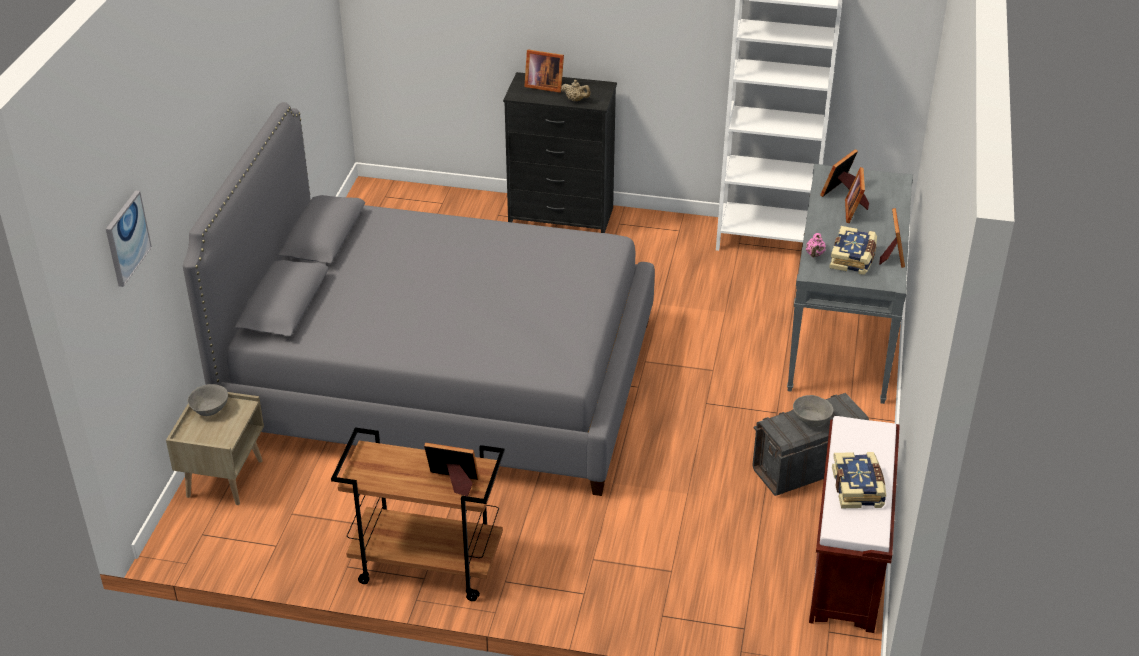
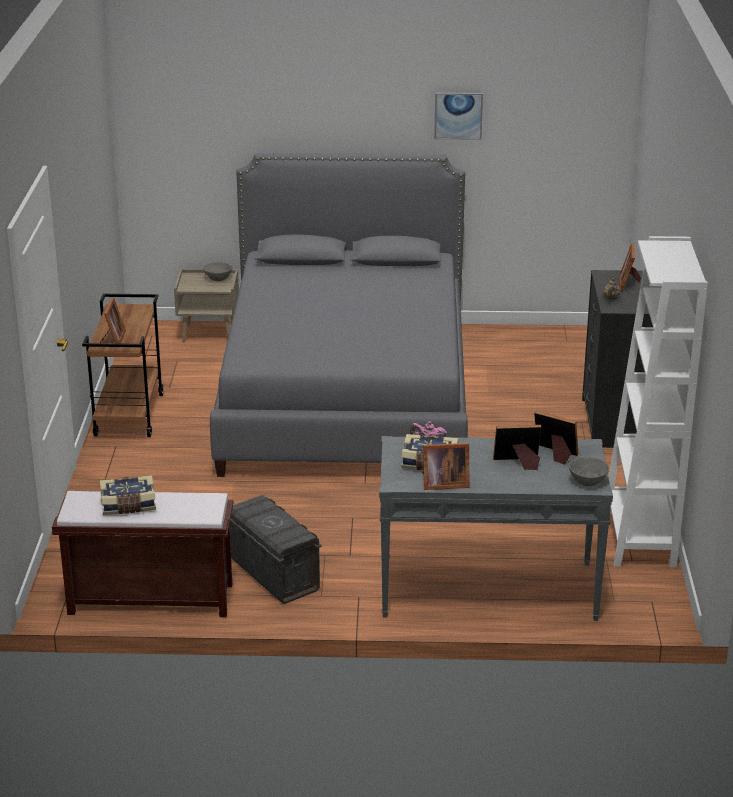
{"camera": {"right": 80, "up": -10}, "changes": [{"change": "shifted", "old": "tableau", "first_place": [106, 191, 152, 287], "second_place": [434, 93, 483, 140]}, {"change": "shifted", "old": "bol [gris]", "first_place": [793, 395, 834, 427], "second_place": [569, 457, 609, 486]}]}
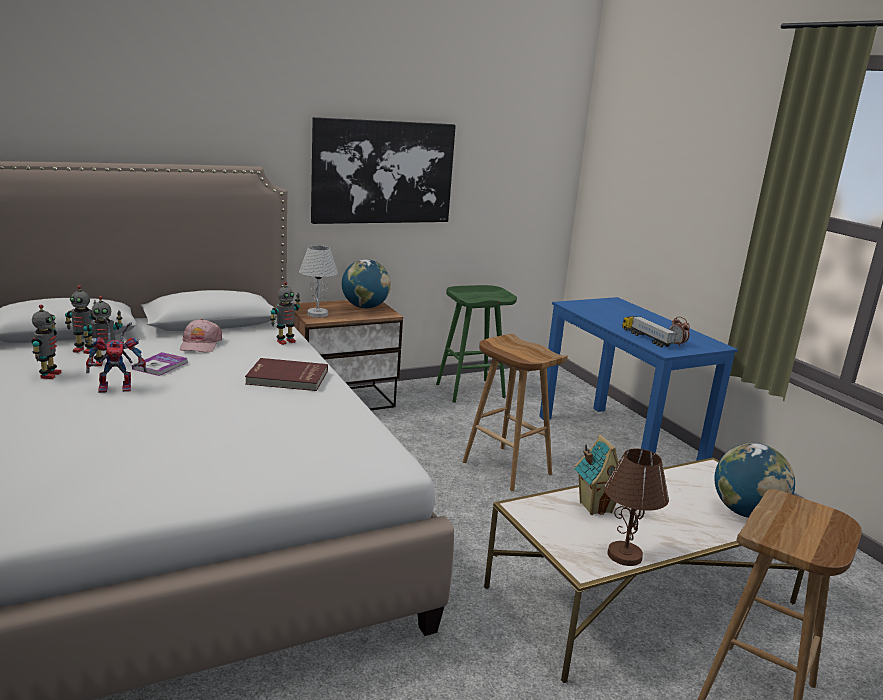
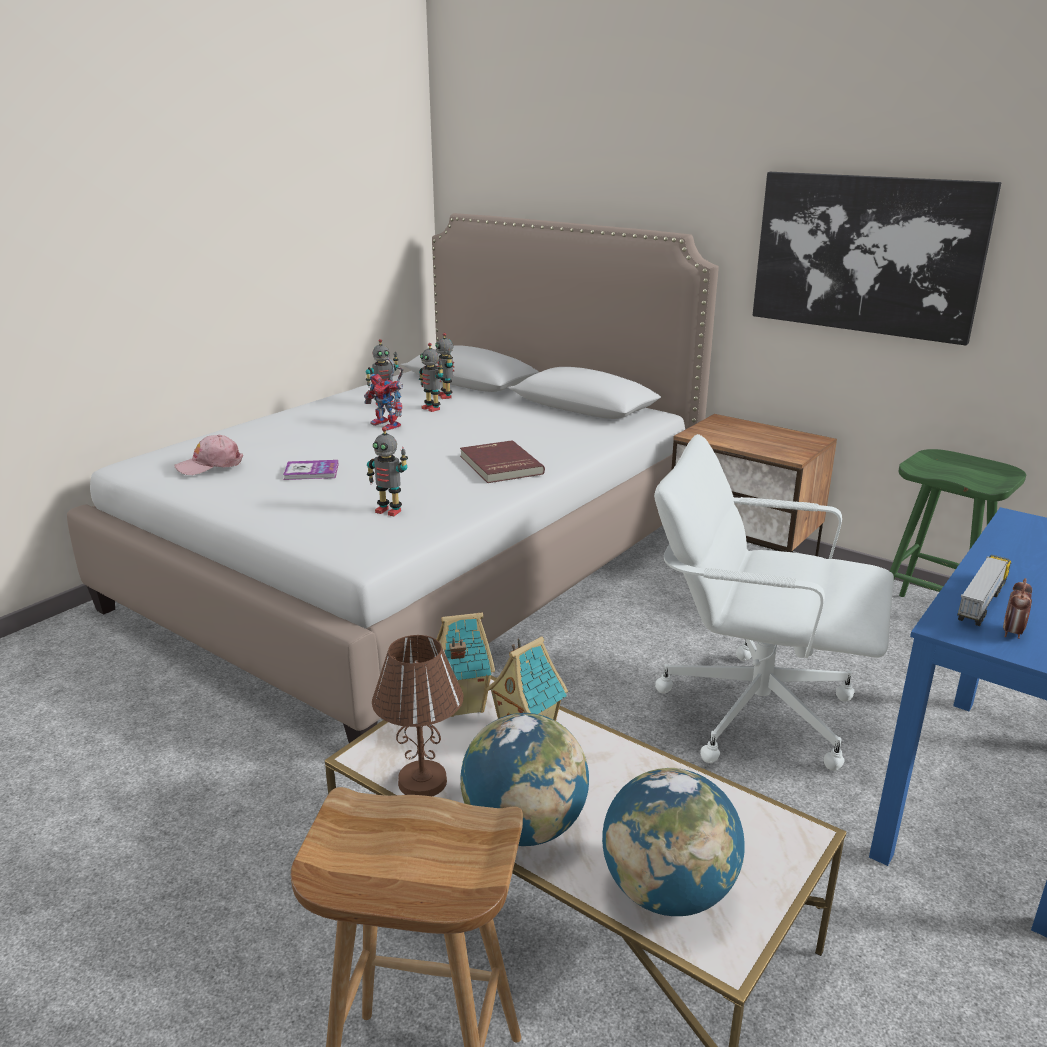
{"camera": {"right": 65, "up": 5}, "changes": [{"change": "gone", "old": "lampe de table [blanc]", "first_place": [299, 245, 338, 317]}, {"change": "new", "new": "maison miniature", "second_place": [436, 612, 495, 717]}, {"change": "shifted", "old": "livre", "first_place": [132, 352, 188, 376], "second_place": [283, 460, 339, 480]}, {"change": "shifted", "old": "casquette [rose]", "first_place": [180, 319, 222, 352], "second_place": [174, 434, 243, 475]}, {"change": "shifted", "old": "robot jouet", "first_place": [270, 281, 300, 345], "second_place": [367, 427, 408, 516]}, {"change": "shifted", "old": "globe", "first_place": [342, 259, 391, 309], "second_place": [460, 713, 589, 846]}, {"change": "swapped", "old": "tabouret [marron]", "new": "chaise de bureau [blanc]", "first_place": [463, 334, 568, 491], "second_place": [654, 434, 894, 771]}]}
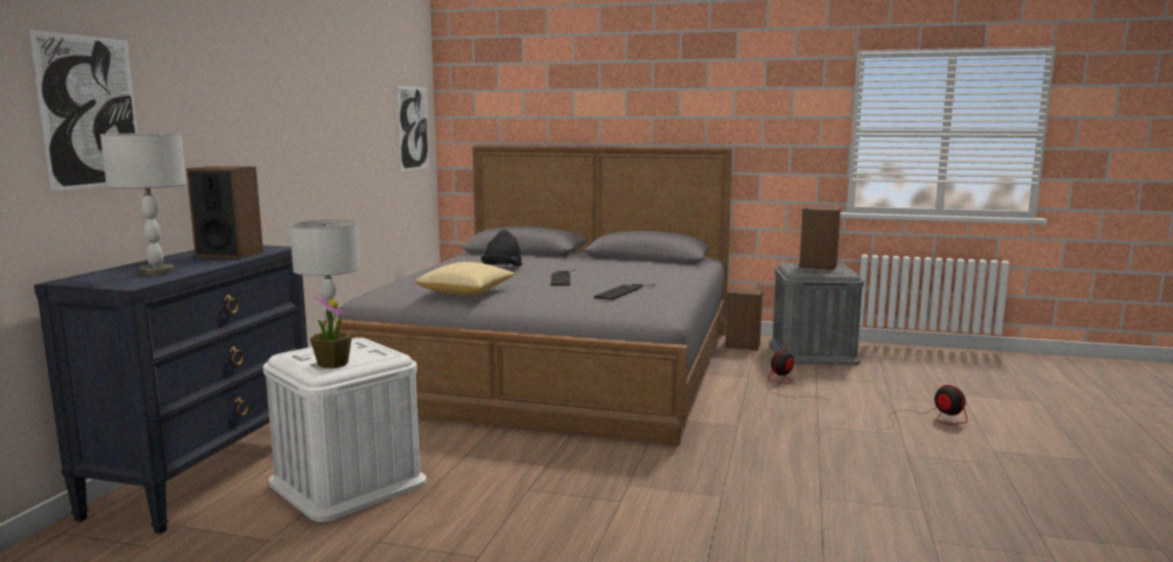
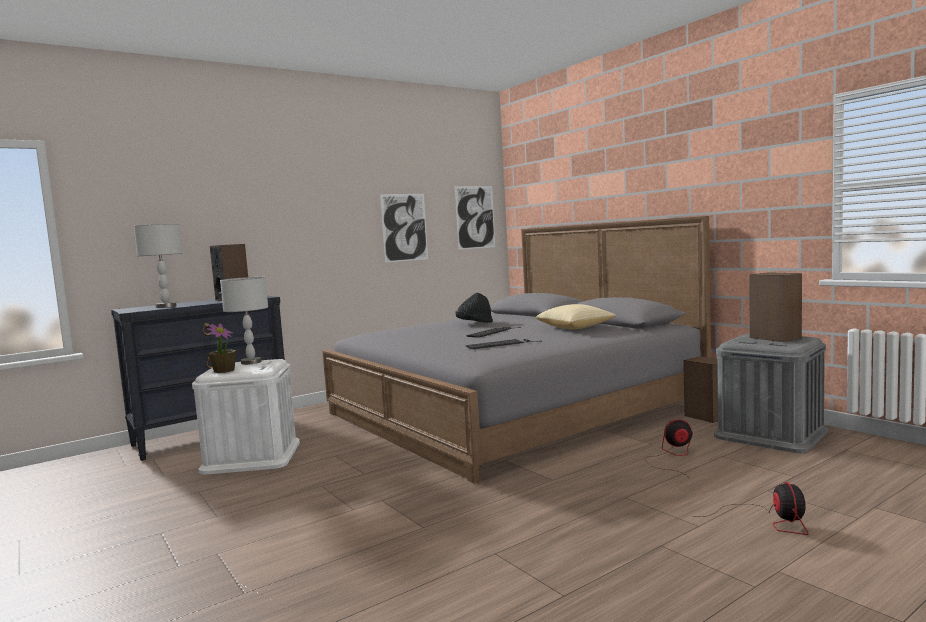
{"camera": {"right": 40, "up": -5}, "changes": [{"change": "shifted", "old": "tableau", "first_place": [29, 30, 137, 191], "second_place": [380, 194, 428, 263]}, {"change": "shifted", "old": "coussin", "first_place": [415, 262, 515, 295], "second_place": [536, 304, 617, 329]}]}
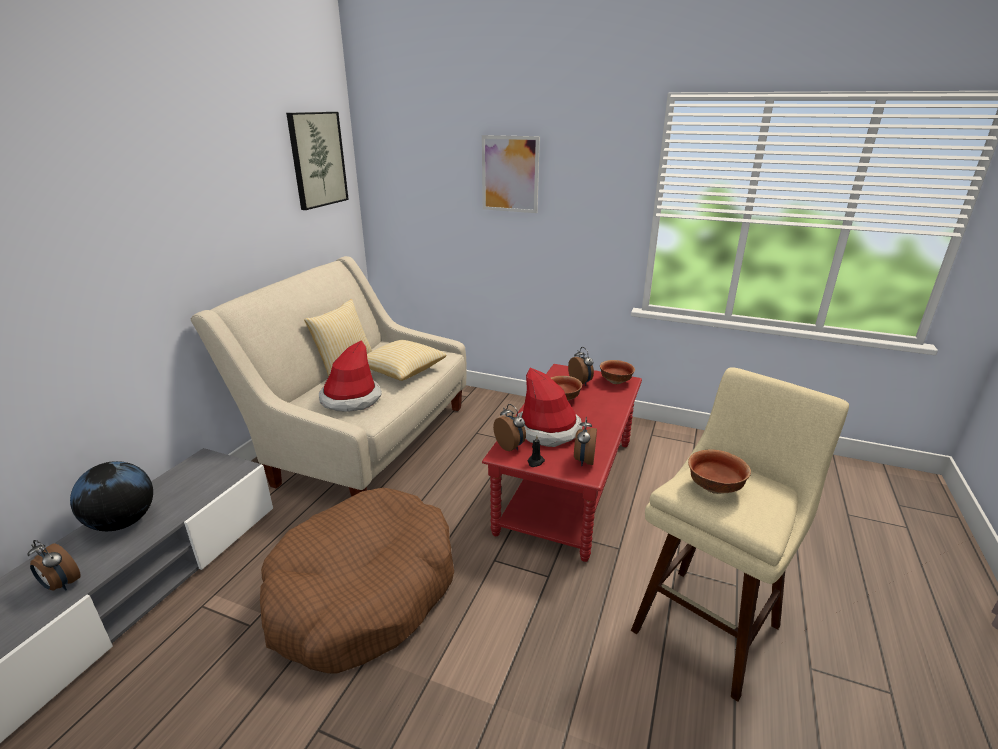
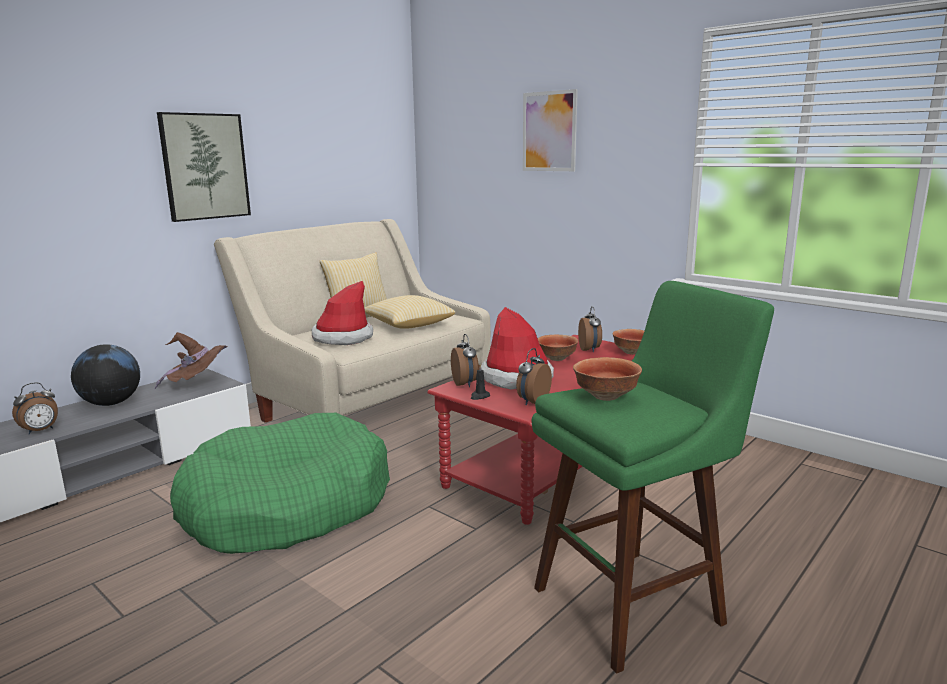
{"camera": {"right": 20, "up": -10}, "changes": [{"change": "new", "new": "chapeau [marron]", "second_place": [154, 332, 227, 390]}, {"change": "shifted", "old": "tableau", "first_place": [286, 112, 349, 210], "second_place": [157, 112, 251, 222]}, {"change": "repainted", "old": "panier pour chien [marron]", "new": "panier pour chien [vert]", "first_place": [260, 488, 454, 673], "second_place": [170, 413, 390, 554]}, {"change": "repainted", "old": "tabouret [beige]", "new": "tabouret [vert]", "first_place": [631, 367, 849, 702], "second_place": [532, 281, 774, 674]}, {"change": "rotated", "old": "réveil", "first_place": [27, 540, 81, 590], "second_place": [12, 382, 58, 434], "degrees": -90}]}
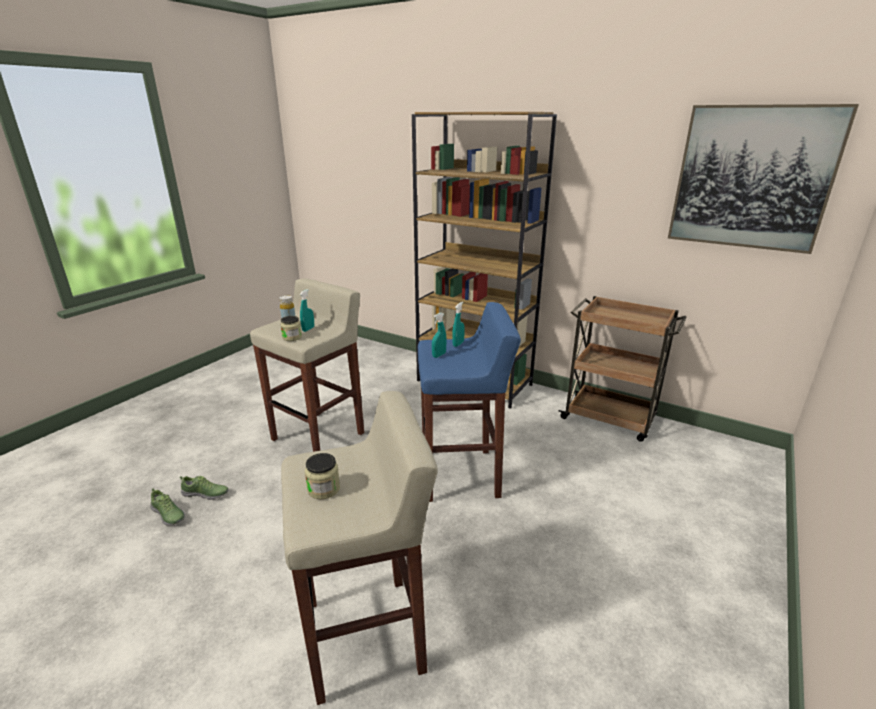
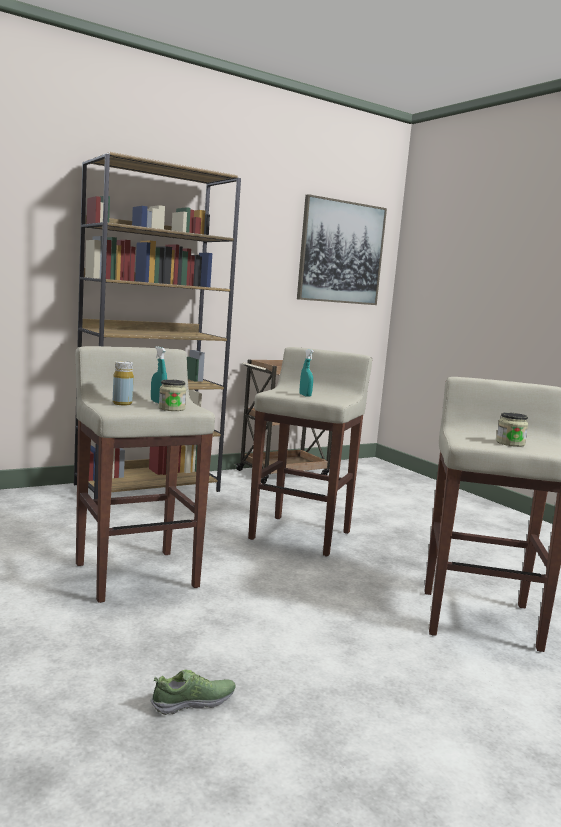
{"camera": {"right": -65, "up": -15}, "changes": [{"change": "gone", "old": "chaussure", "first_place": [179, 476, 228, 500]}, {"change": "gone", "old": "vaporisateur [turquoise]", "first_place": [452, 302, 465, 347]}, {"change": "repainted", "old": "tabouret [bleu]", "new": "tabouret [beige]", "first_place": [418, 302, 521, 502], "second_place": [248, 347, 372, 556]}]}
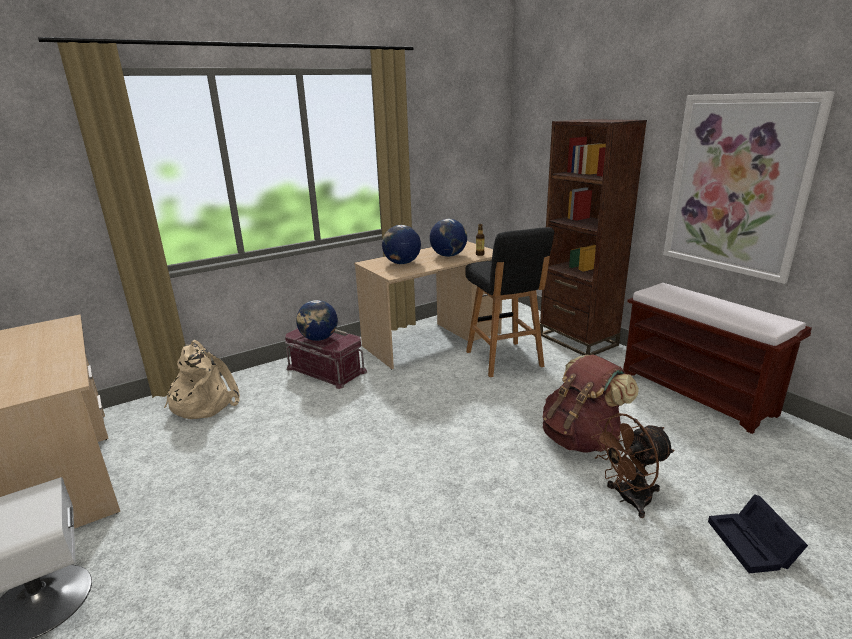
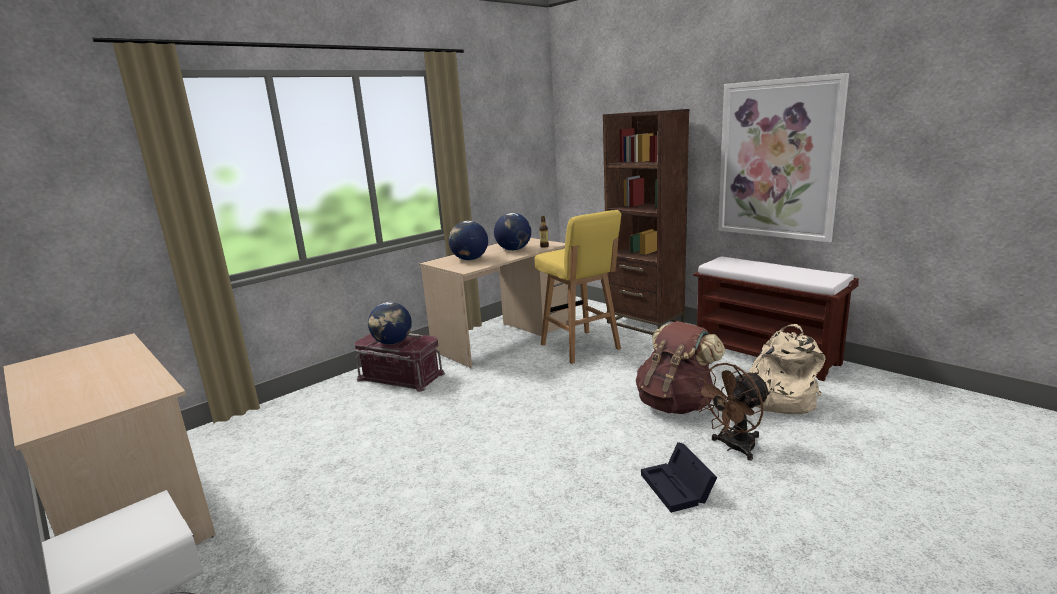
{"camera": {"right": -10, "up": -5}, "changes": [{"change": "shifted", "old": "sac à dos [beige]", "first_place": [164, 340, 240, 419], "second_place": [736, 324, 825, 414]}, {"change": "shifted", "old": "boîte de rangement [noir]", "first_place": [708, 494, 808, 573], "second_place": [641, 442, 717, 513]}, {"change": "repainted", "old": "tabouret [noir]", "new": "tabouret [jaune]", "first_place": [466, 227, 554, 377], "second_place": [535, 210, 621, 364]}]}
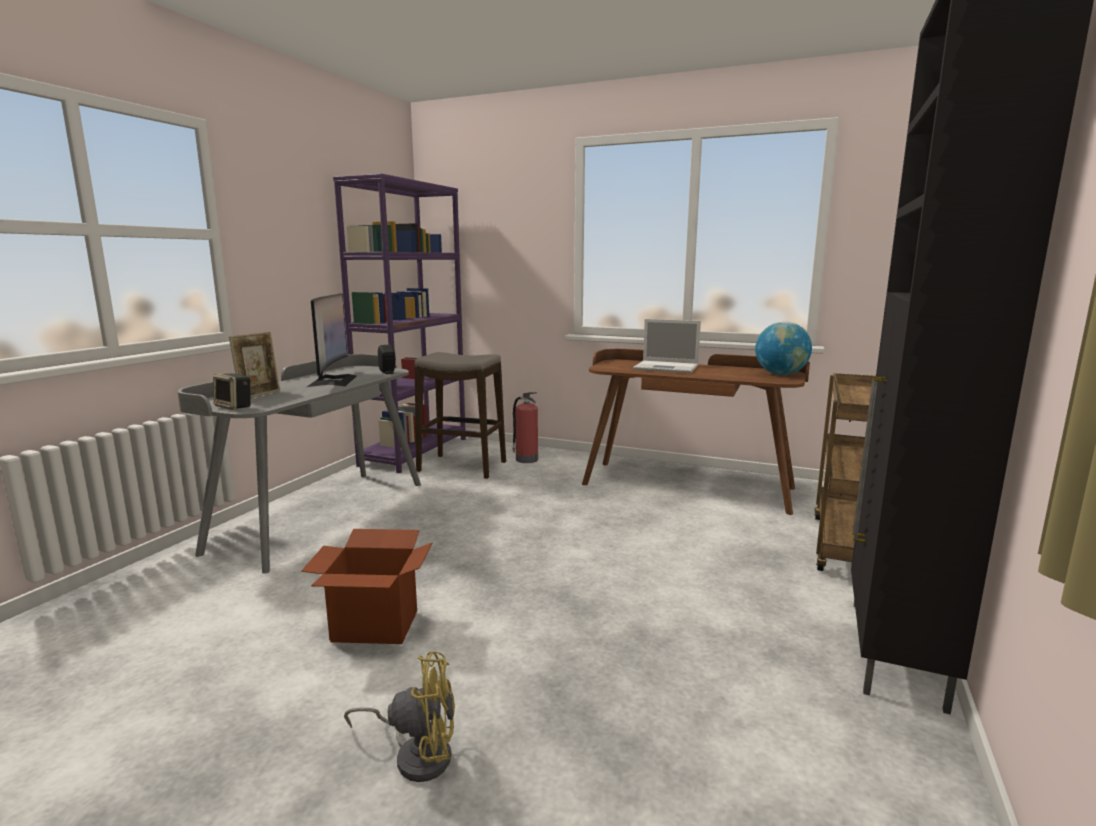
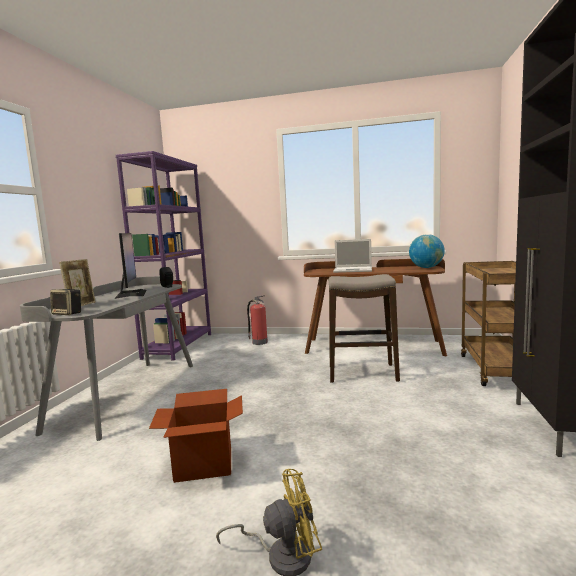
{"camera": {"right": -10, "up": -5}, "changes": [{"change": "shifted", "old": "tabouret", "first_place": [415, 352, 506, 479], "second_place": [329, 274, 400, 383]}]}
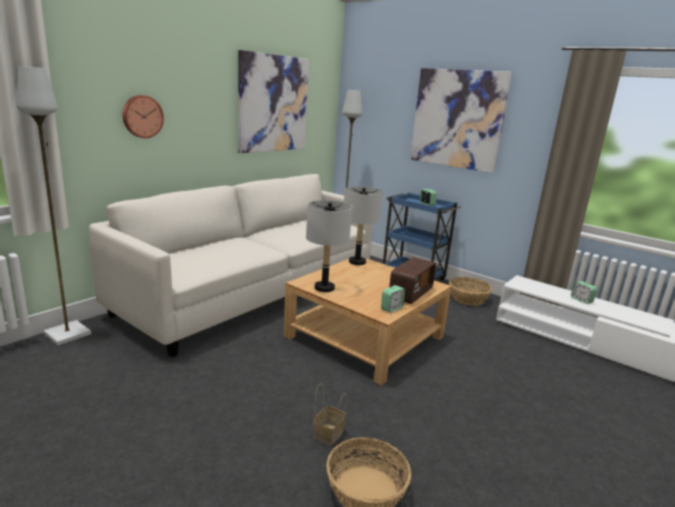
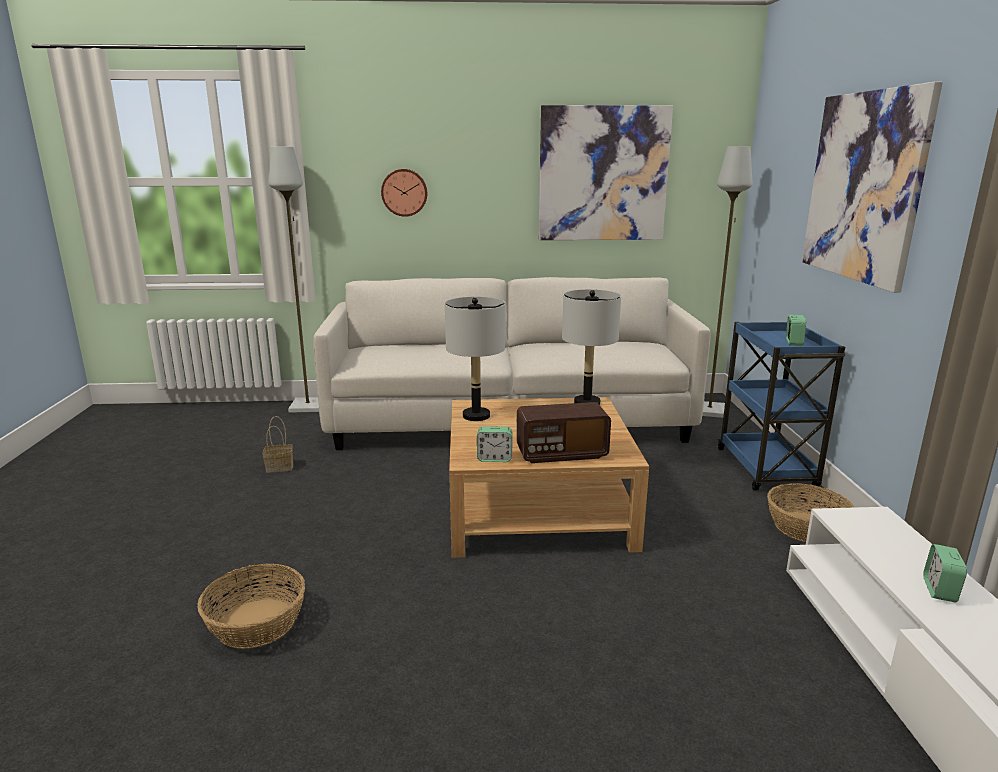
{"camera": {"right": 50, "up": 0}, "changes": [{"change": "shifted", "old": "panier", "first_place": [313, 383, 347, 446], "second_place": [263, 416, 293, 473]}]}
